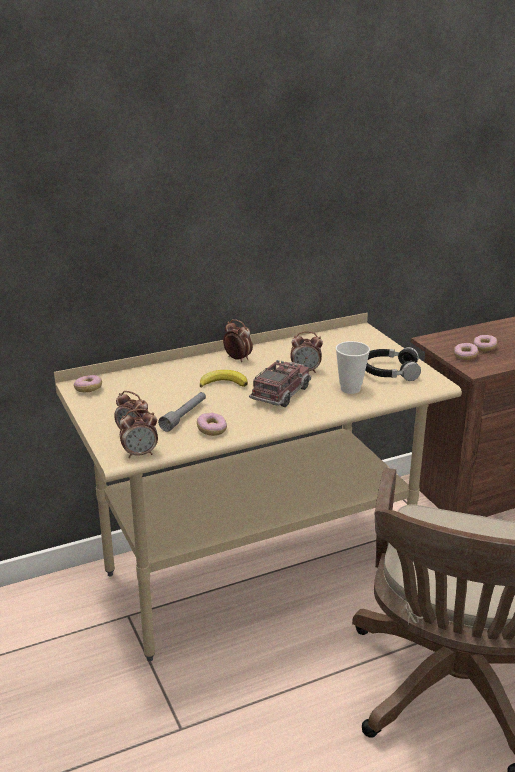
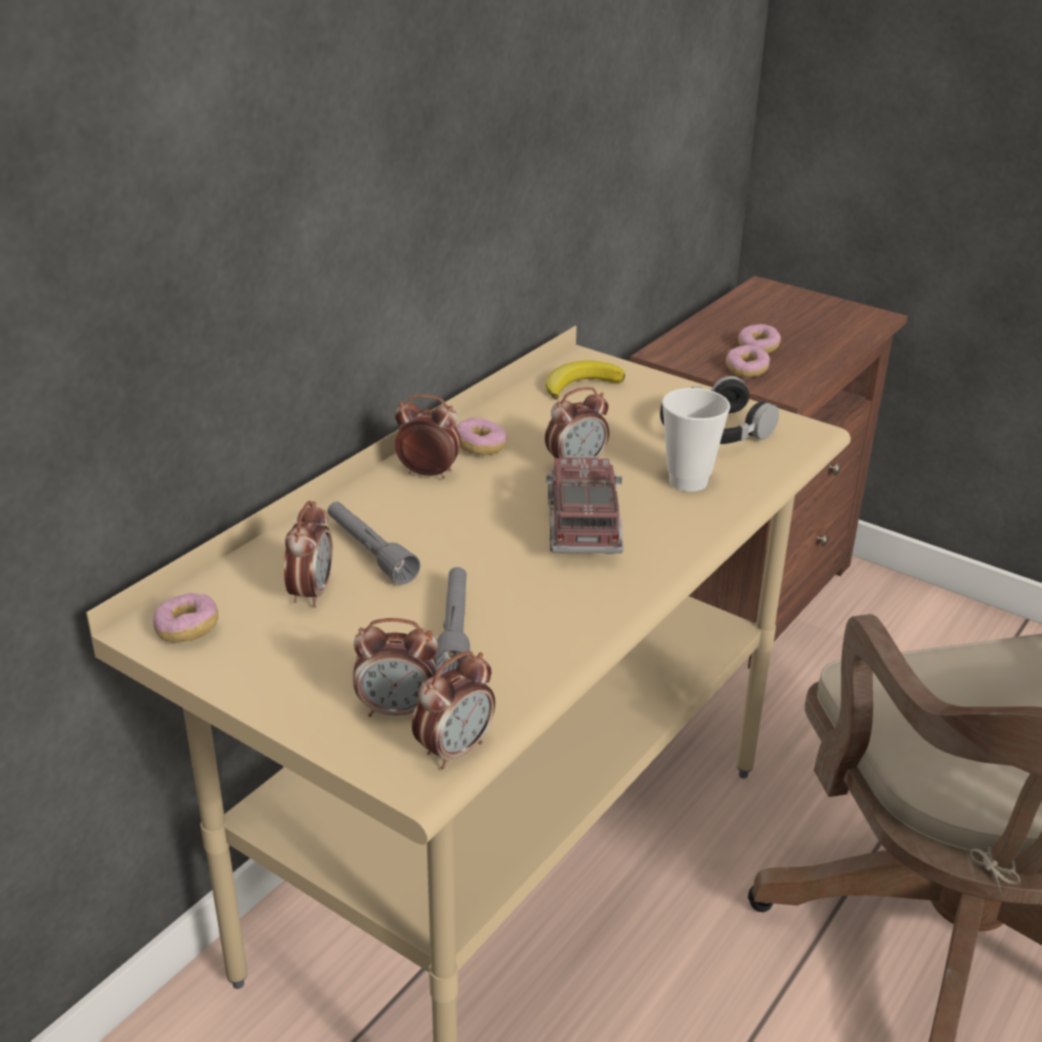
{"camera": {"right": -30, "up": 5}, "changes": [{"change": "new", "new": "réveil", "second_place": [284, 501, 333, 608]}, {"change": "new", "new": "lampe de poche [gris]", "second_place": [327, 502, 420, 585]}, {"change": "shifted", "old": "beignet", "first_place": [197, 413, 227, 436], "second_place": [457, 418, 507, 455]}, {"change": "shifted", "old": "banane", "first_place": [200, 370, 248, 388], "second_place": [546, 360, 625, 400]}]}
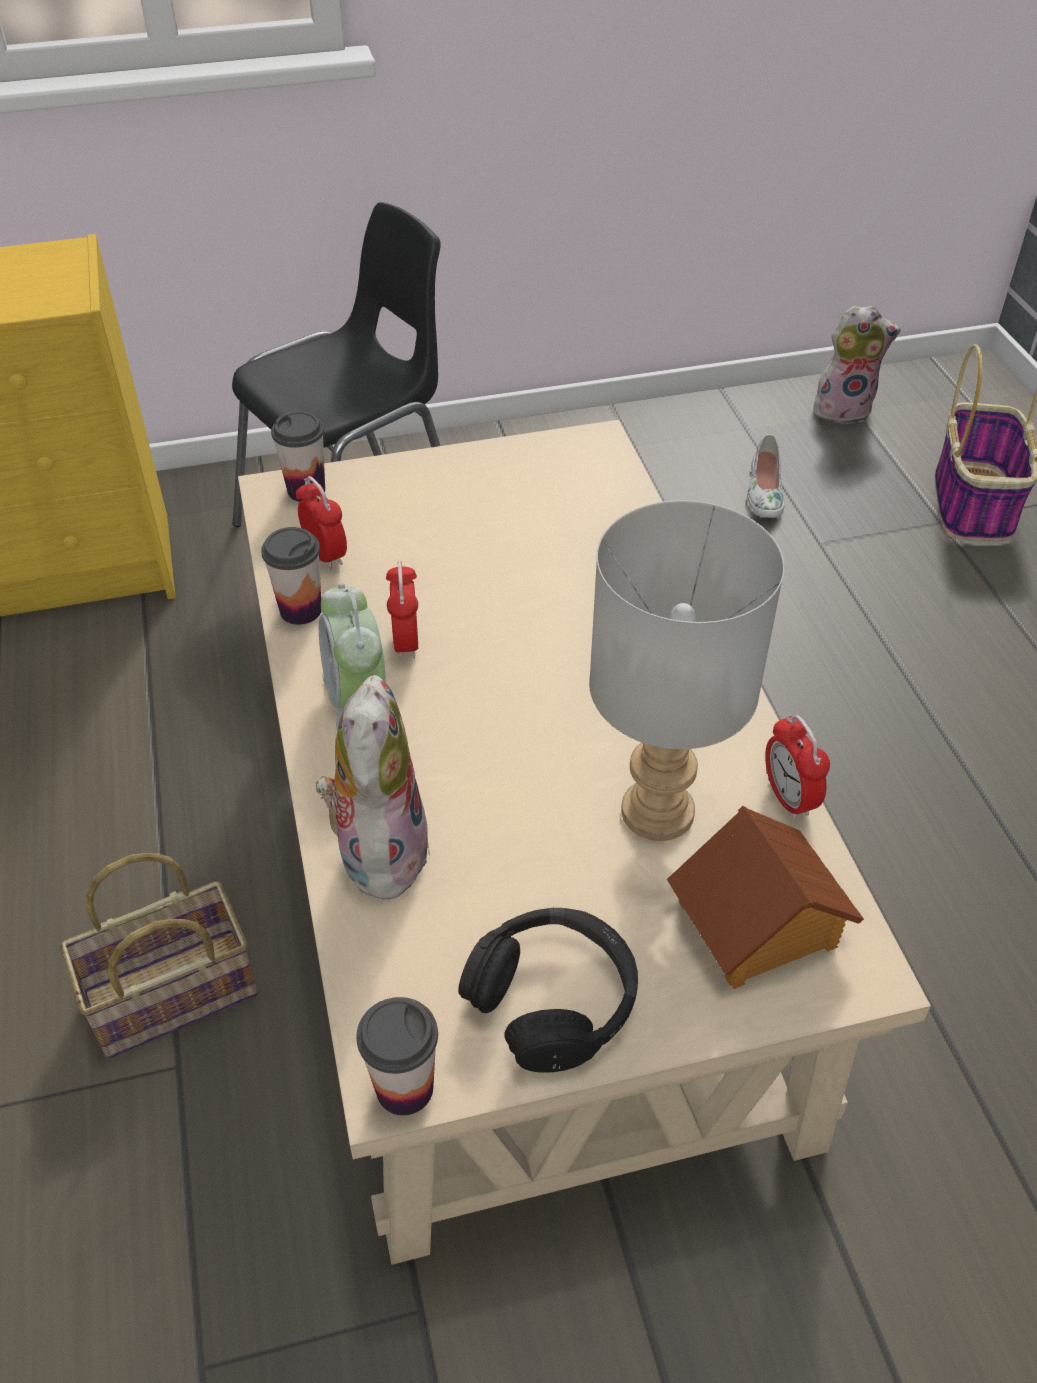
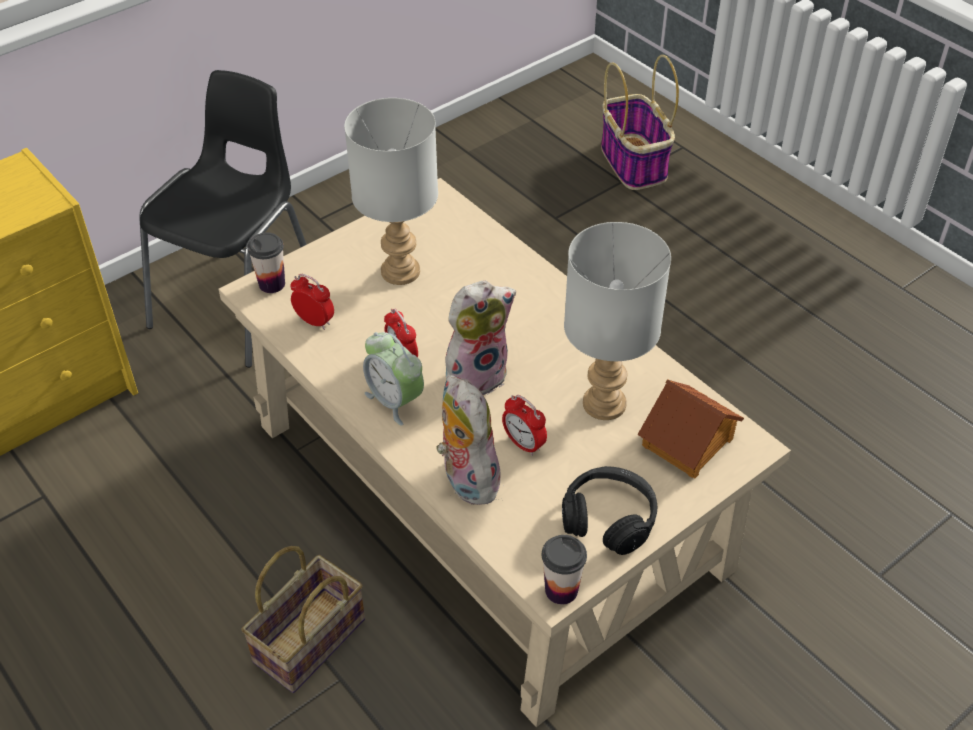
{"camera": {"right": -25, "up": 0}, "changes": [{"change": "gone", "old": "tasse", "first_place": [261, 527, 321, 625]}, {"change": "gone", "old": "chaussure [blanc]", "first_place": [747, 434, 785, 518]}, {"change": "new", "new": "lampe de table [gris]", "second_place": [344, 98, 438, 285]}, {"change": "shifted", "old": "réveil", "first_place": [765, 714, 830, 820], "second_place": [502, 395, 547, 456]}, {"change": "shifted", "old": "peluche", "first_place": [813, 306, 901, 424], "second_place": [445, 280, 516, 395]}]}
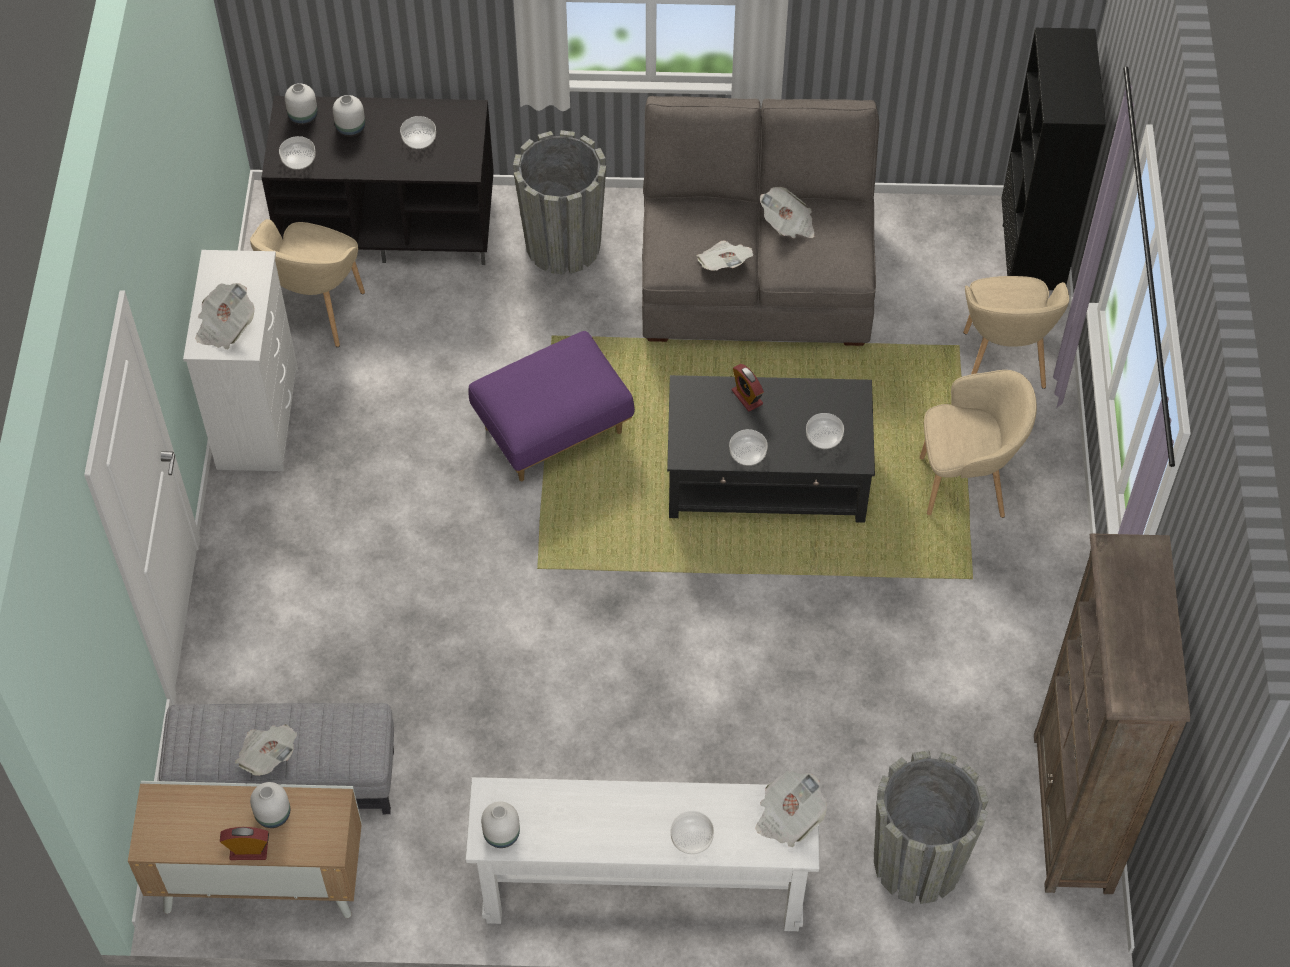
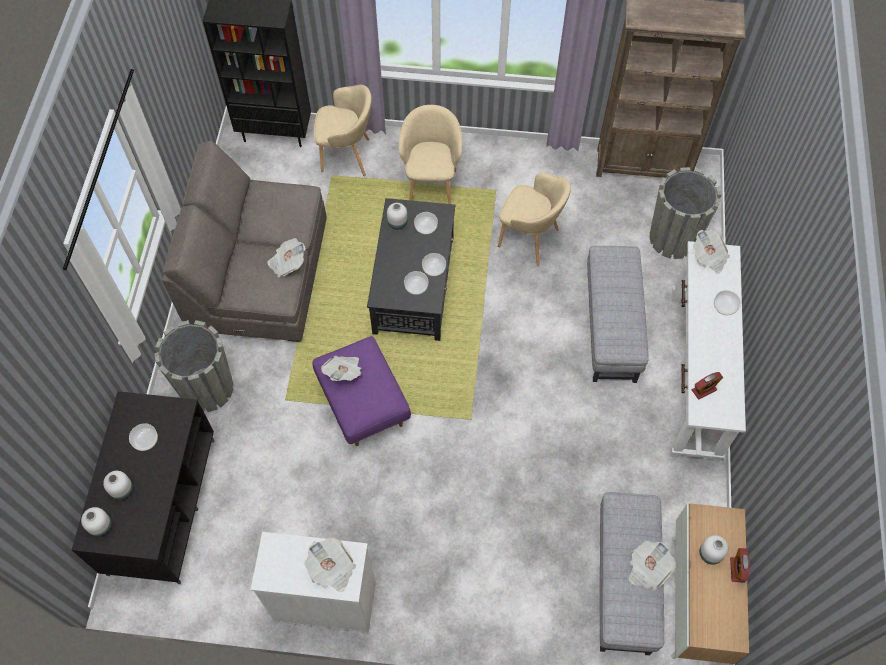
{"camera": {"right": -85, "up": 5}, "changes": [{"change": "new", "new": "pouf [gris]", "second_place": [587, 246, 649, 383]}, {"change": "shifted", "old": "fauteuil [beige]", "first_place": [250, 219, 365, 347], "second_place": [498, 173, 571, 266]}, {"change": "shifted", "old": "bol", "first_place": [279, 136, 316, 170], "second_place": [404, 271, 428, 295]}, {"change": "shifted", "old": "vase [blanc]", "first_place": [481, 801, 520, 848], "second_place": [387, 203, 408, 230]}, {"change": "shifted", "old": "réveil", "first_place": [732, 364, 764, 412], "second_place": [692, 372, 723, 399]}, {"change": "shifted", "old": "journal", "first_place": [760, 187, 814, 238], "second_place": [321, 356, 361, 381]}]}
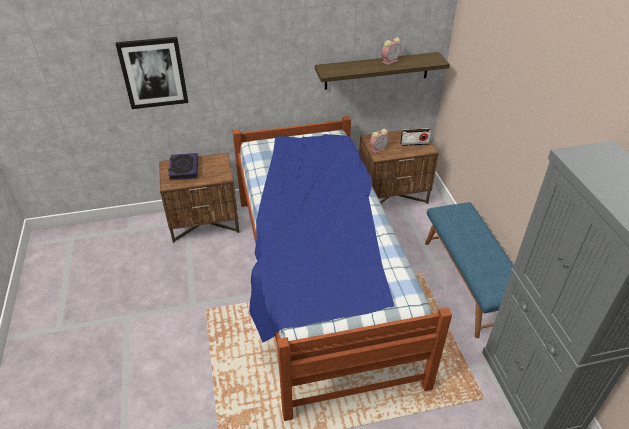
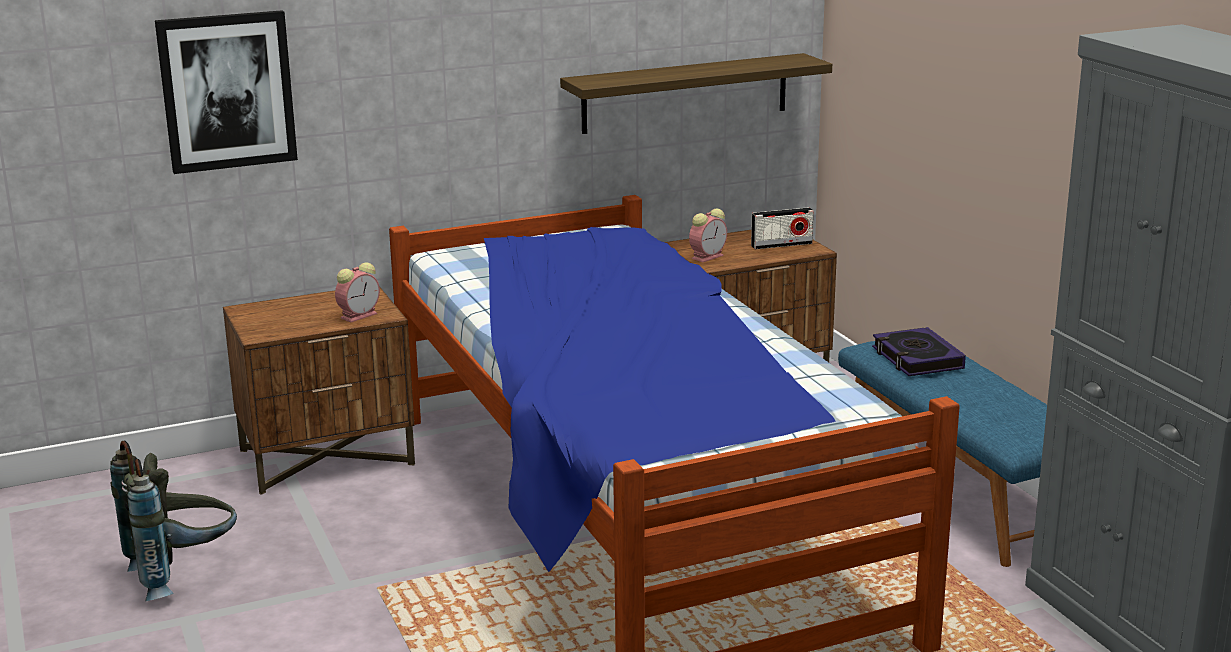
{"camera": {"right": -10, "up": -20}, "changes": [{"change": "new", "new": "sac à dos [gris]", "second_place": [110, 441, 237, 601]}, {"change": "shifted", "old": "livre", "first_place": [168, 153, 198, 180], "second_place": [872, 327, 966, 376]}, {"change": "shifted", "old": "réveil", "first_place": [382, 37, 401, 65], "second_place": [335, 262, 380, 322]}]}
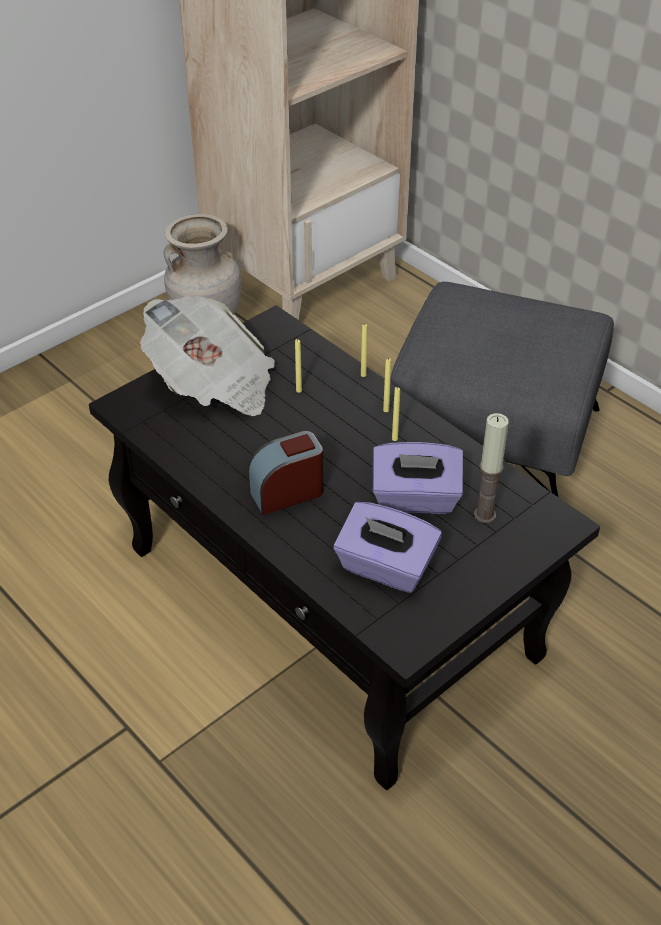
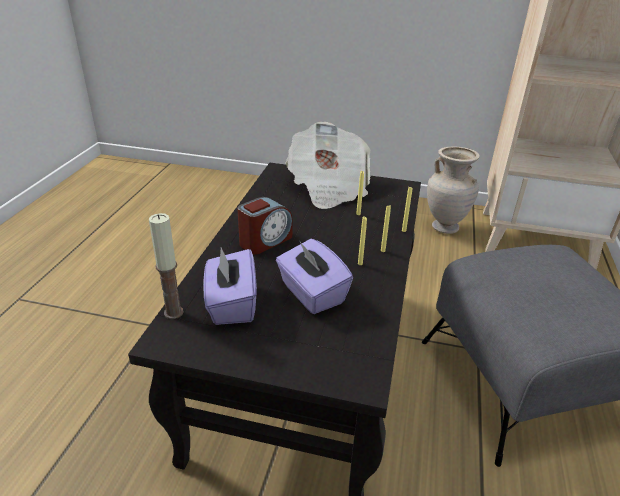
{"camera": {"right": 55, "up": -10}, "changes": [{"change": "shifted", "old": "bougie", "first_place": [474, 413, 509, 523], "second_place": [149, 213, 184, 319]}, {"change": "rotated", "old": "réveil", "first_place": [248, 431, 323, 515], "second_place": [237, 197, 293, 255], "degrees": 105}]}
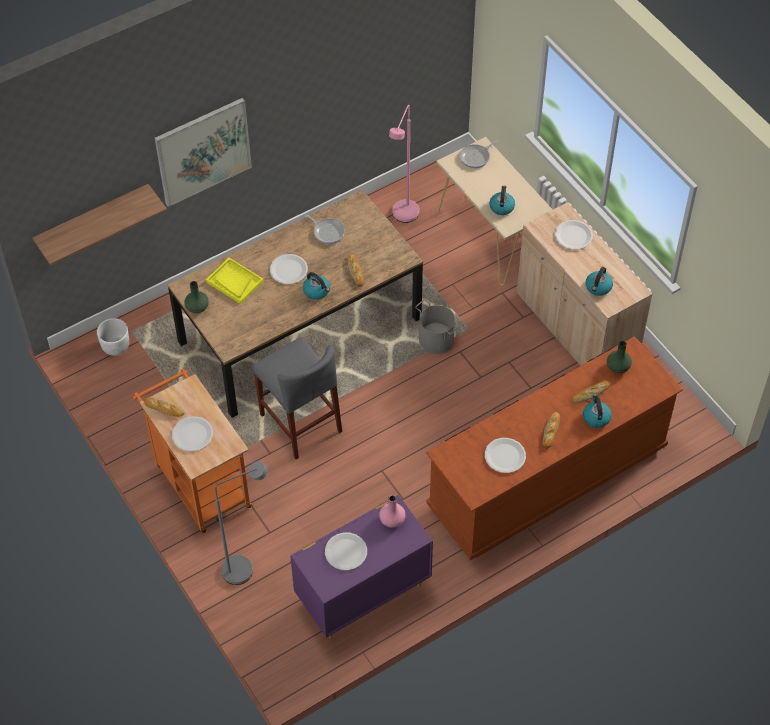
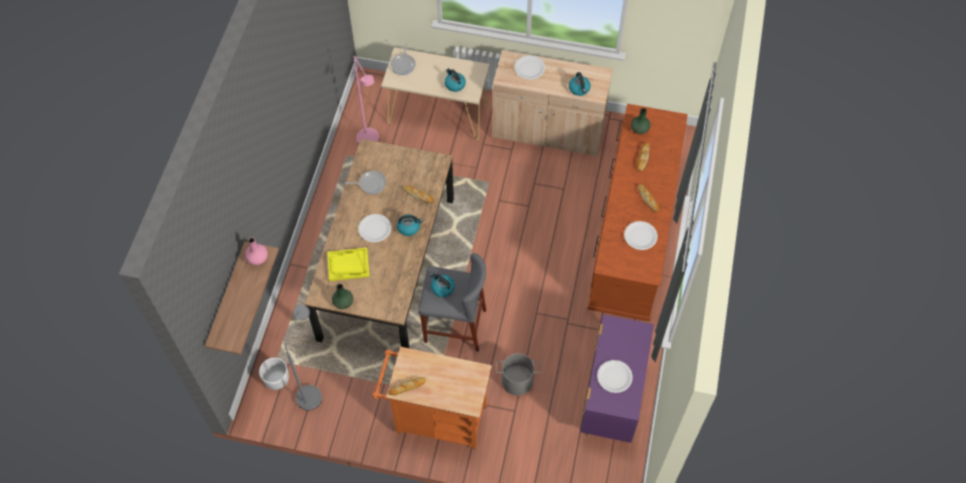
{"camera": {"right": -45, "up": 5}, "changes": [{"change": "gone", "old": "tableau", "first_place": [155, 98, 252, 207]}, {"change": "gone", "old": "assiette [blanc]", "first_place": [172, 416, 213, 451]}, {"change": "shifted", "old": "lampadaire [gris]", "first_place": [215, 461, 268, 585], "second_place": [284, 305, 322, 410]}, {"change": "shifted", "old": "vase [rose]", "first_place": [379, 495, 405, 528], "second_place": [245, 237, 268, 265]}, {"change": "shifted", "old": "seau [gris]", "first_place": [415, 299, 460, 354], "second_place": [496, 354, 541, 396]}, {"change": "shifted", "old": "bouilloire", "first_place": [583, 394, 612, 428], "second_place": [430, 273, 455, 297]}]}
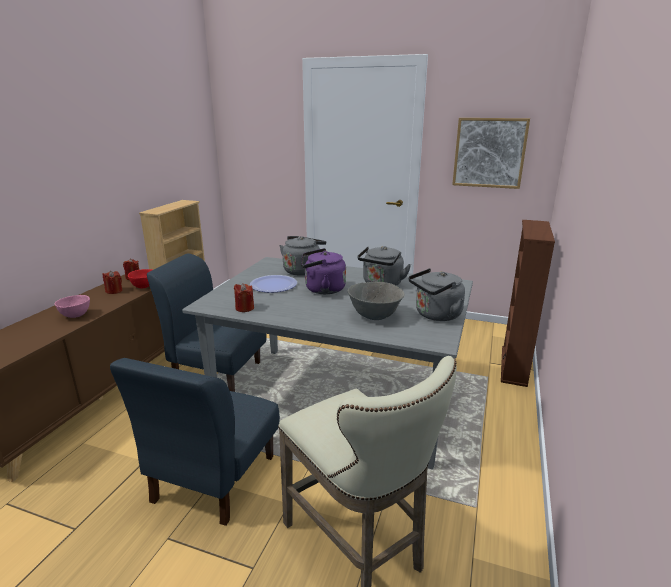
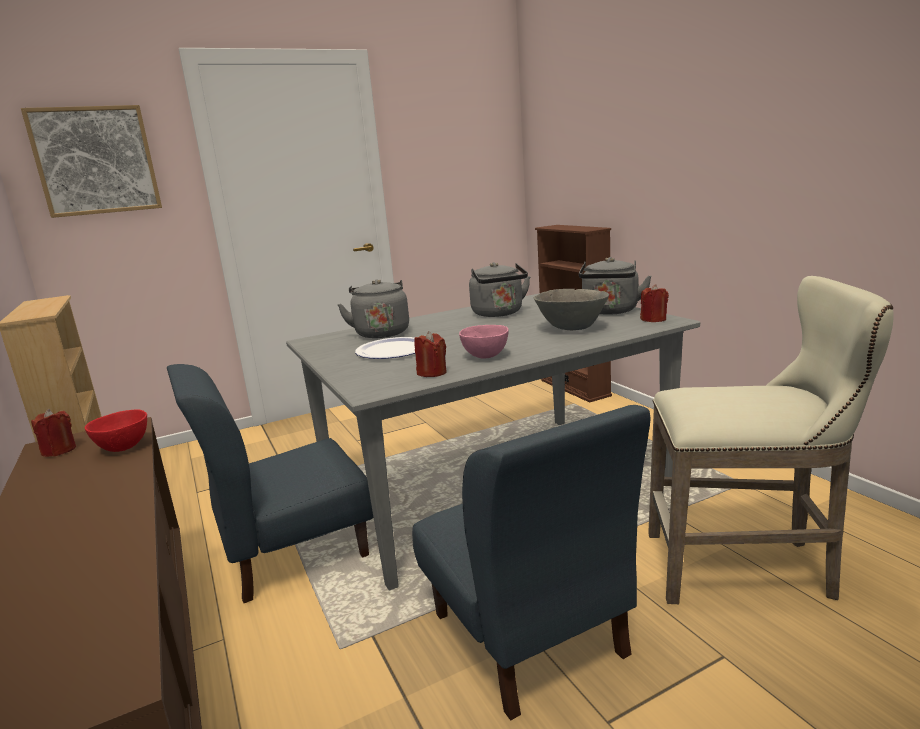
{"camera": {"right": -45, "up": -5}, "changes": [{"change": "gone", "old": "bouilloire [violet]", "first_place": [301, 248, 346, 294]}, {"change": "shifted", "old": "bol [rose]", "first_place": [54, 295, 90, 318], "second_place": [459, 325, 509, 359]}, {"change": "shifted", "old": "bougie [rouge]", "first_place": [103, 271, 122, 294], "second_place": [640, 284, 669, 322]}, {"change": "shifted", "old": "tableau", "first_place": [452, 118, 530, 189], "second_place": [21, 105, 162, 218]}]}
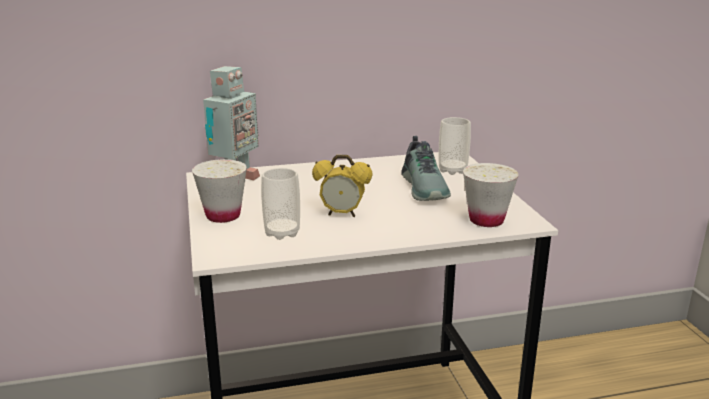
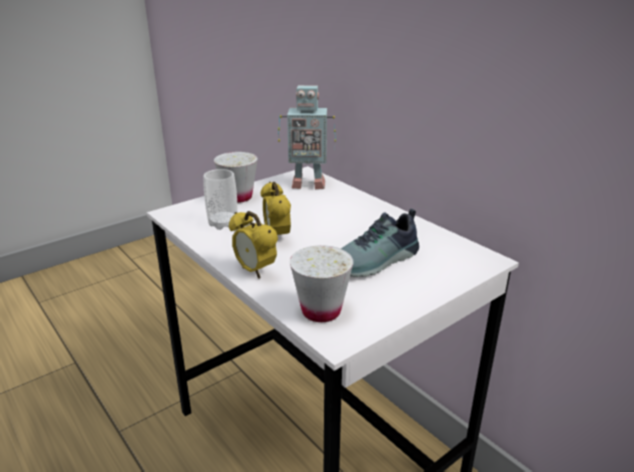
{"camera": {"right": 65, "up": 5}, "changes": [{"change": "gone", "old": "tasse", "first_place": [439, 117, 471, 175]}, {"change": "new", "new": "réveil", "second_place": [229, 211, 278, 279]}]}
